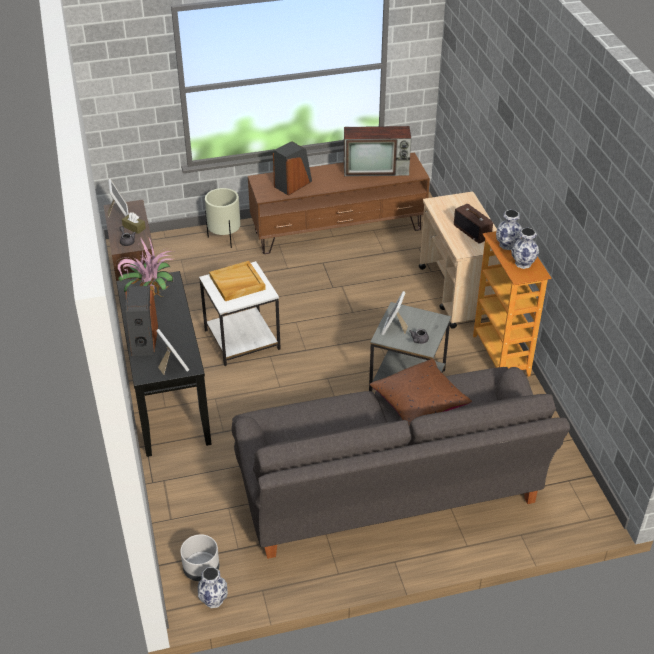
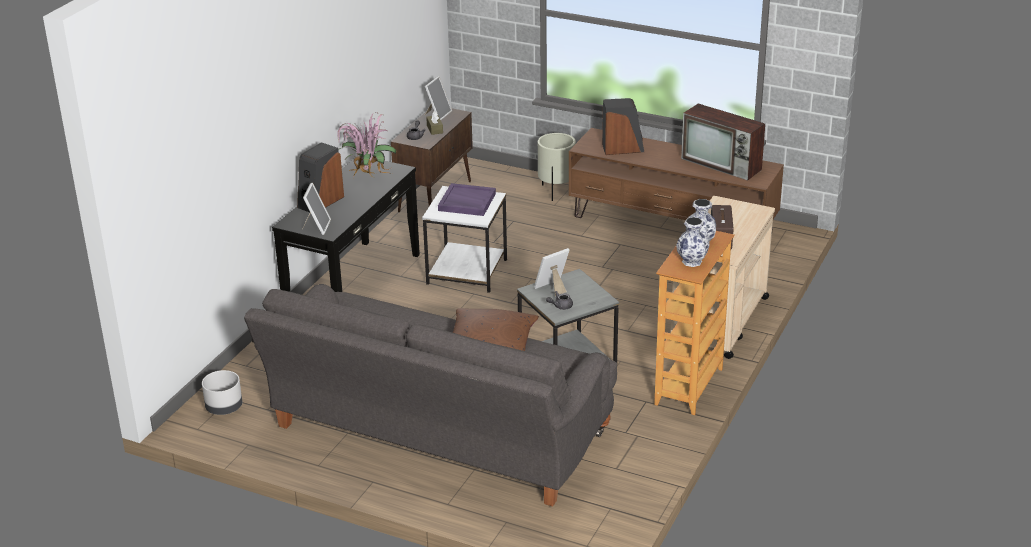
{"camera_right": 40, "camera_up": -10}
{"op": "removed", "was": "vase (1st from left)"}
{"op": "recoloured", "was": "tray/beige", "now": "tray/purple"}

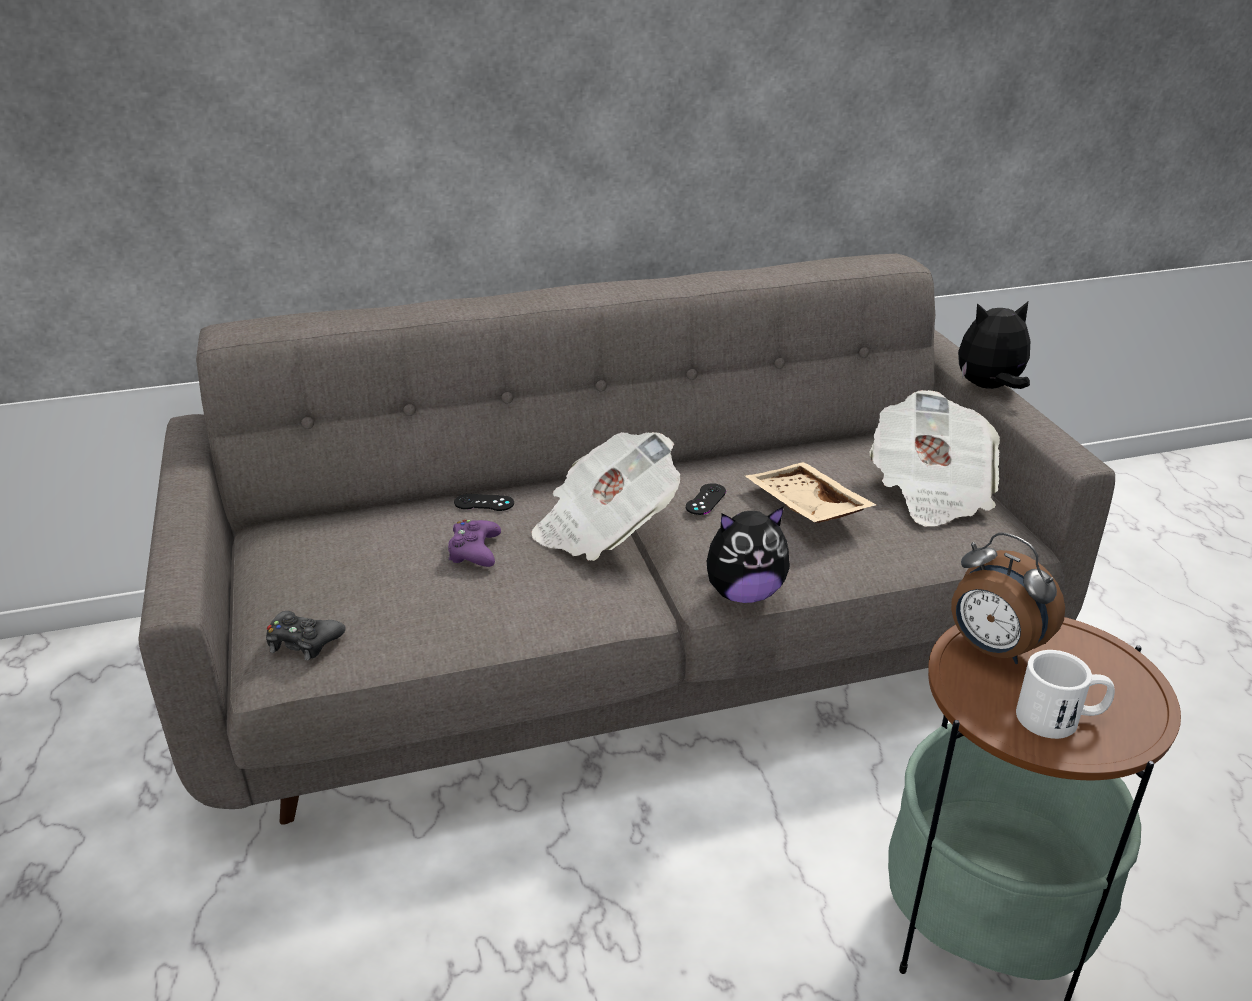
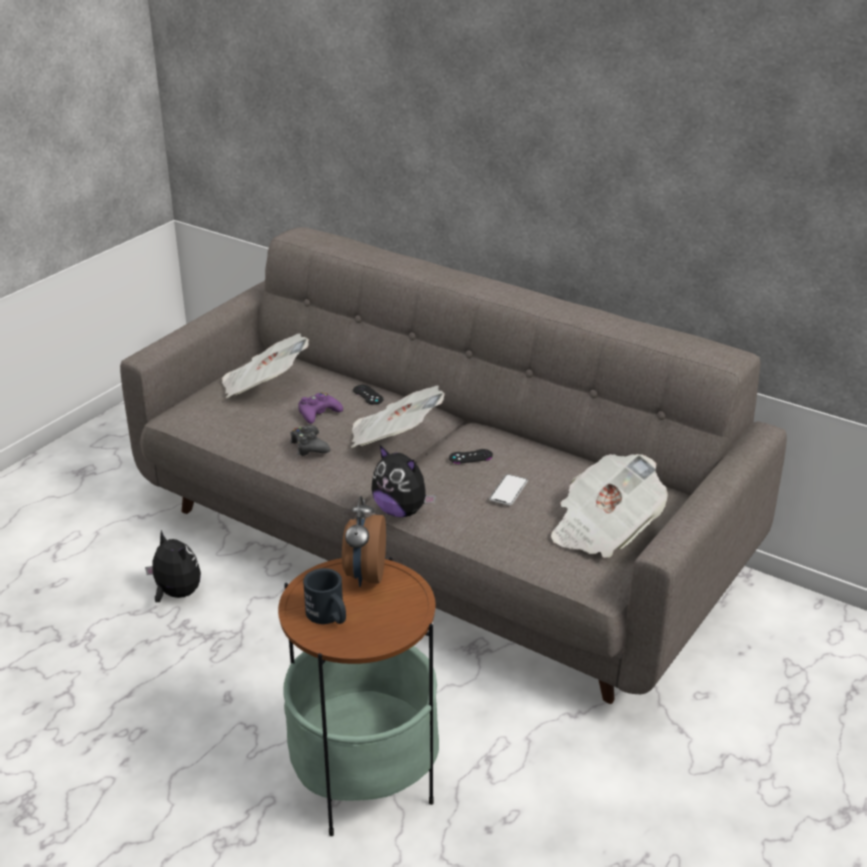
{"camera_right": 50, "camera_up": 0}
{"op": "added", "now": "newspaper (1st from left)"}
{"op": "moved", "was": "game controller/black (1st from left)"}
{"op": "moved", "was": "plush toy (2nd from left in the first image)", "now": "plush toy (1st from left)"}
{"op": "replaced", "was": "tray/beige", "now": "phone"}
{"op": "recoloured", "was": "mug/white", "now": "mug/black"}

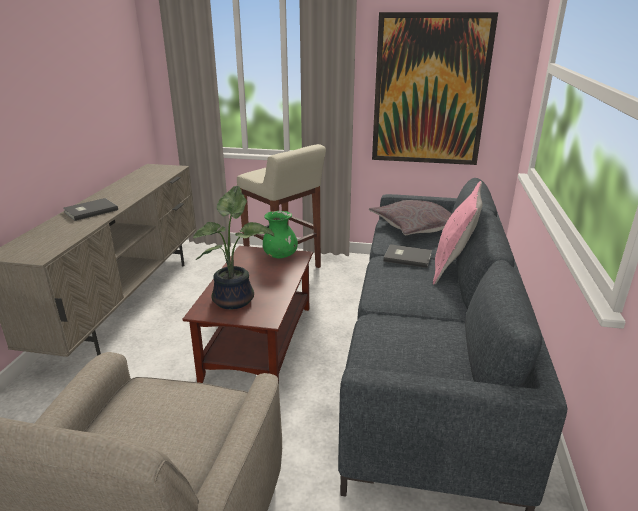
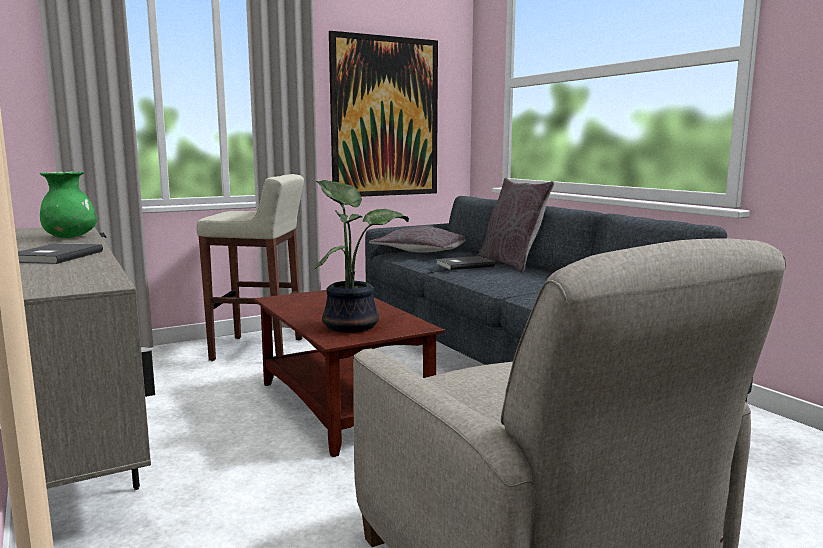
{"camera_right": -40, "camera_up": -15}
{"op": "moved", "was": "vase/green"}
{"op": "recoloured", "was": "pillow/pink", "now": "pillow/grey (2nd from left)"}

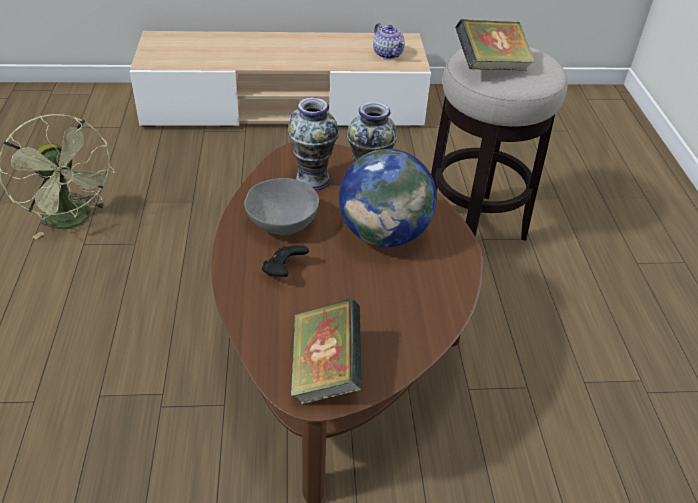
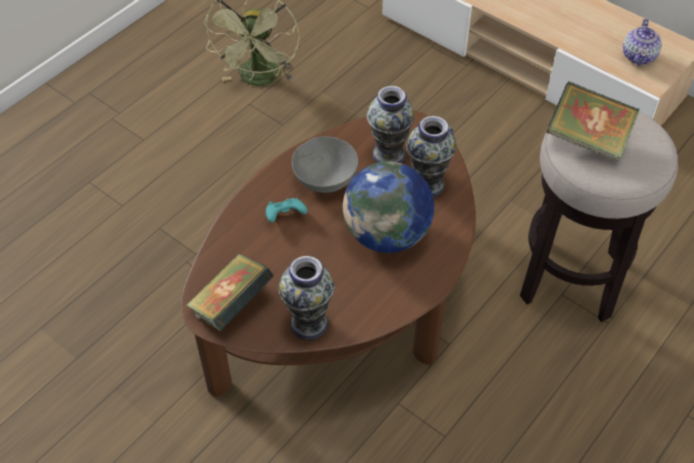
{"camera_right": 45, "camera_up": 10}
{"op": "added", "now": "vase (1st from left)"}
{"op": "recoloured", "was": "game controller/black", "now": "game controller/turquoise"}

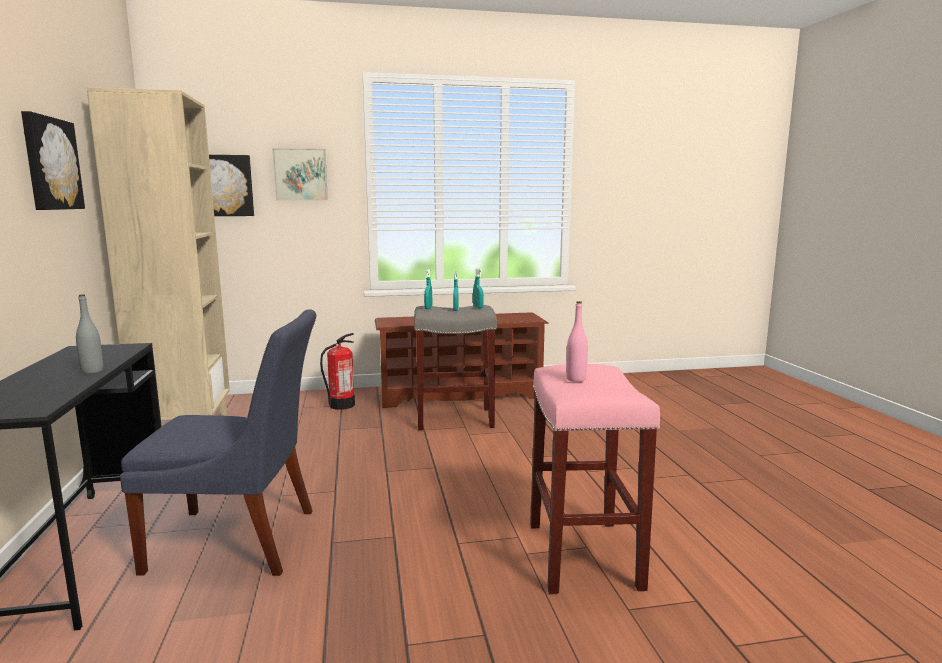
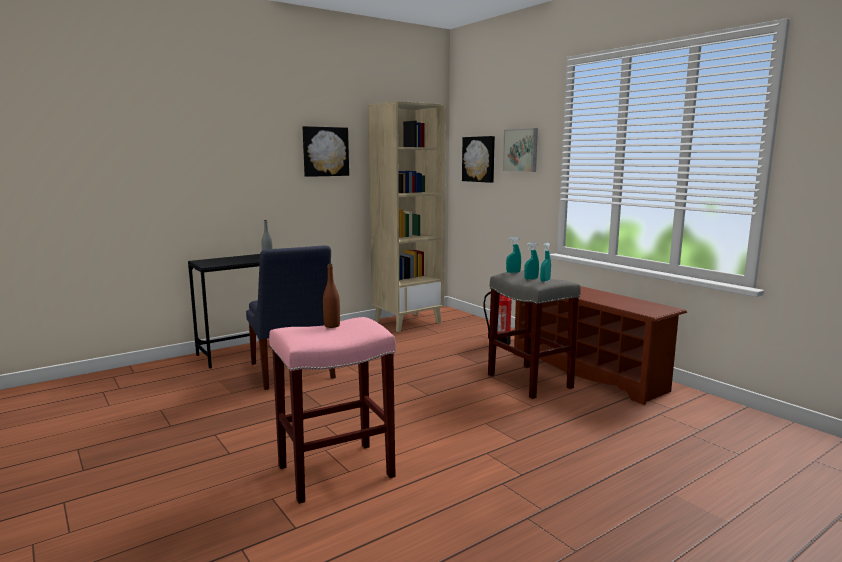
{"camera_right": 65, "camera_up": 0}
{"op": "recoloured", "was": "bottle/pink", "now": "bottle/brown"}

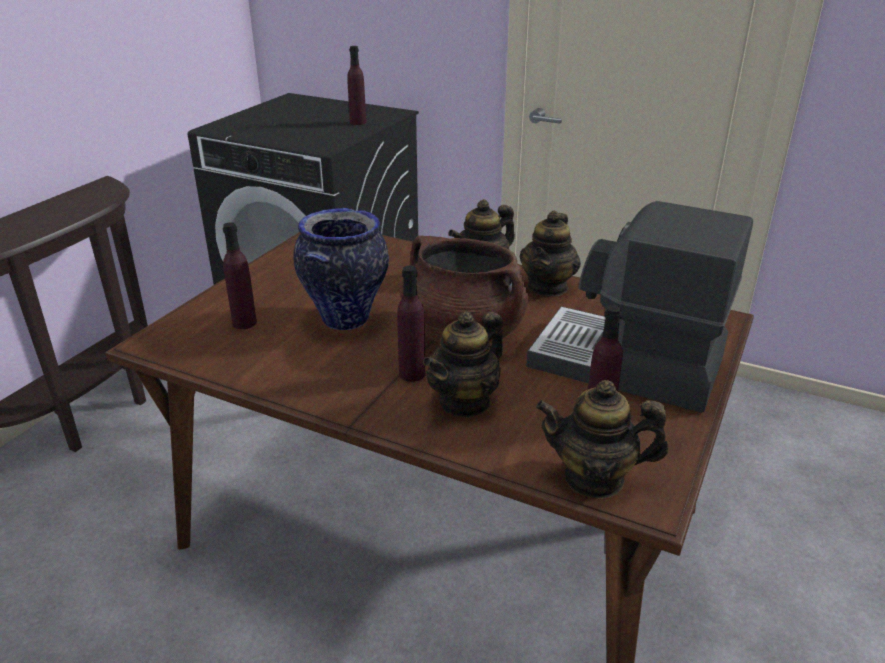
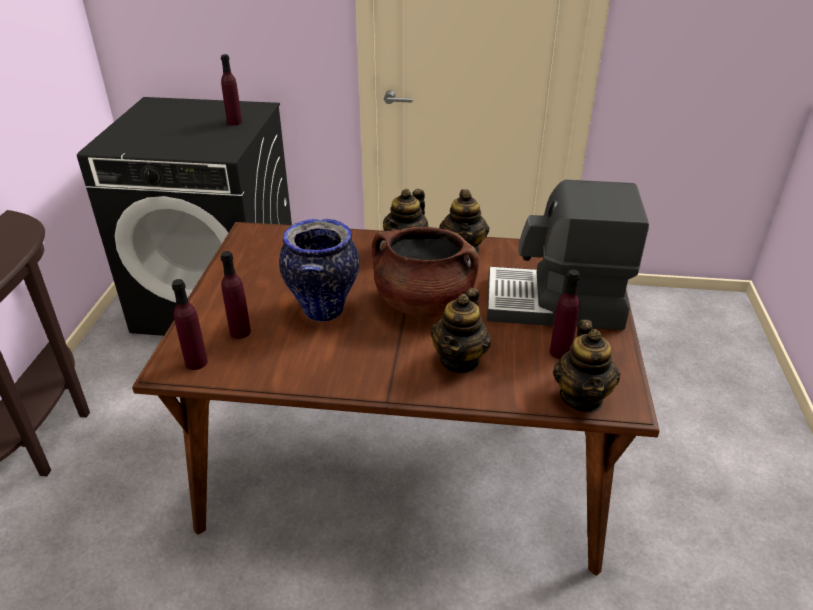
{"camera_right": -20, "camera_up": 5}
{"op": "moved", "was": "bottle/purple (3rd from left in the first image)", "now": "bottle/purple (1st from left)"}
{"op": "turned", "was": "teapot (4th from left)", "clockwise": -75}

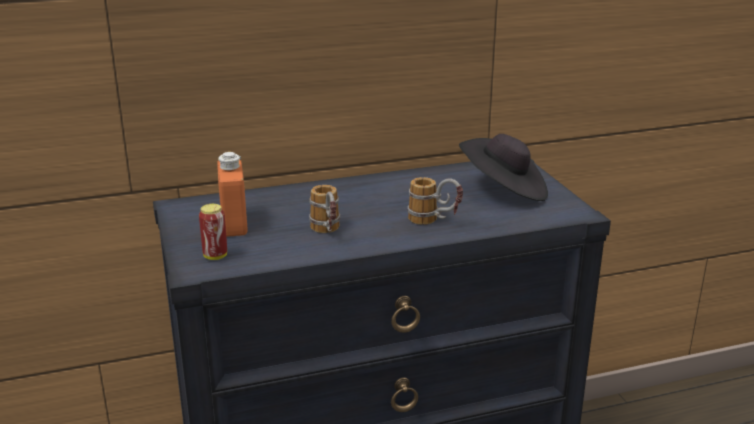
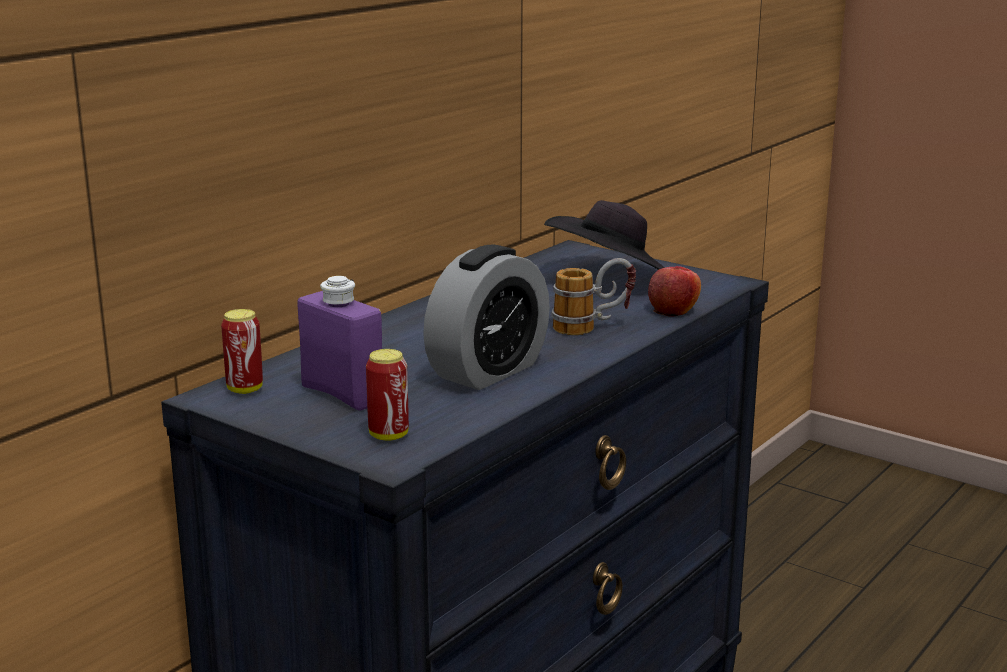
{"camera_right": -35, "camera_up": -5}
{"op": "added", "now": "can (1st from left)"}
{"op": "added", "now": "apple"}
{"op": "replaced", "was": "mug (1st from left)", "now": "alarm clock"}
{"op": "recoloured", "was": "bottle/orange", "now": "bottle/purple"}

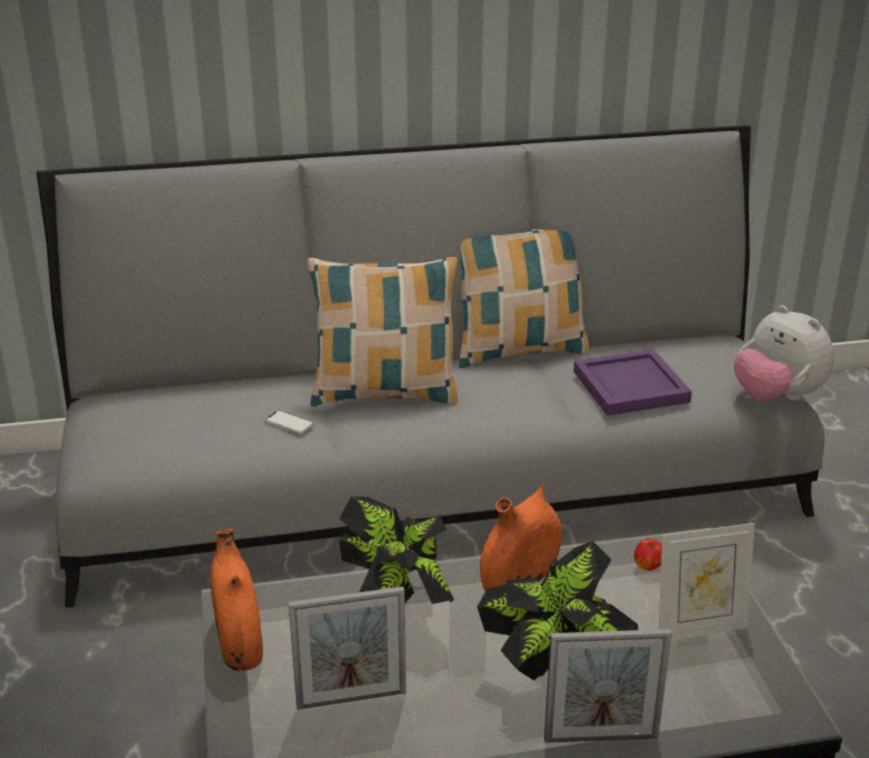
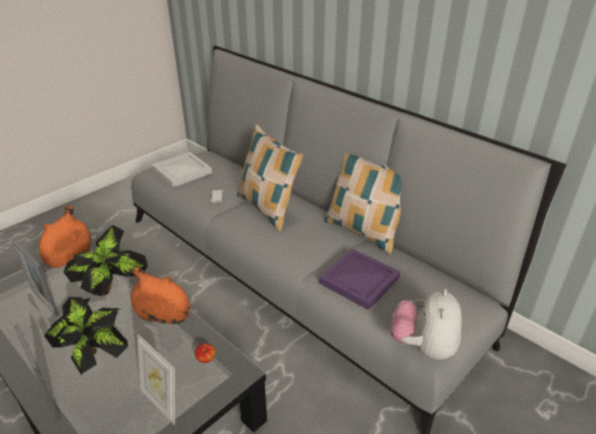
{"camera_right": 55, "camera_up": 5}
{"op": "added", "now": "tray/white"}

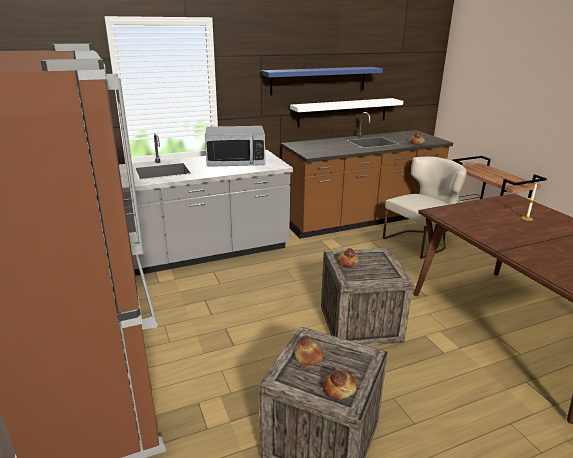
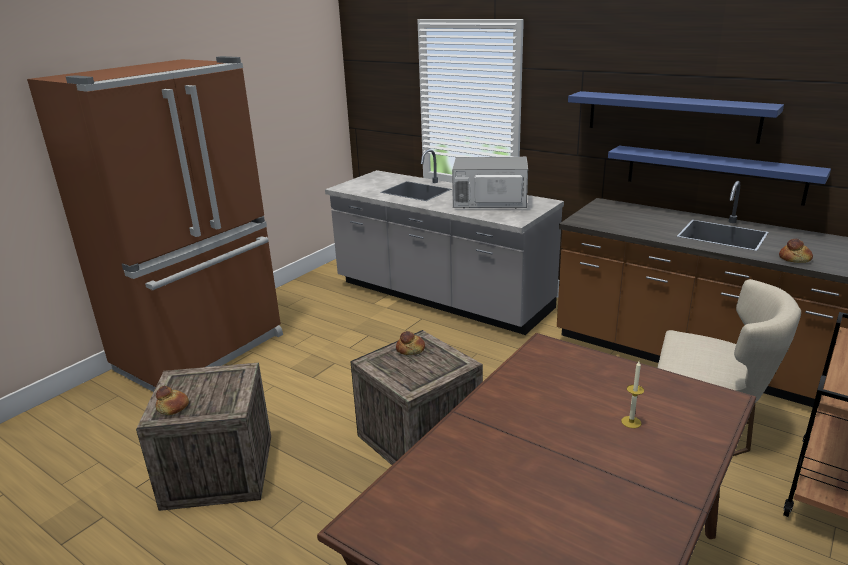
{"camera_right": 60, "camera_up": 0}
{"op": "removed", "was": "bread (1st from left)"}
{"op": "recoloured", "was": "shelf/white", "now": "shelf/blue (2nd from left)"}
{"op": "turned", "was": "microwave", "clockwise": 135}

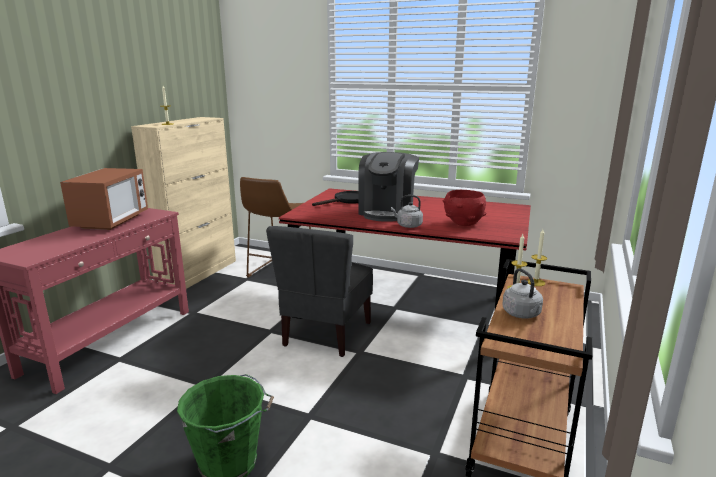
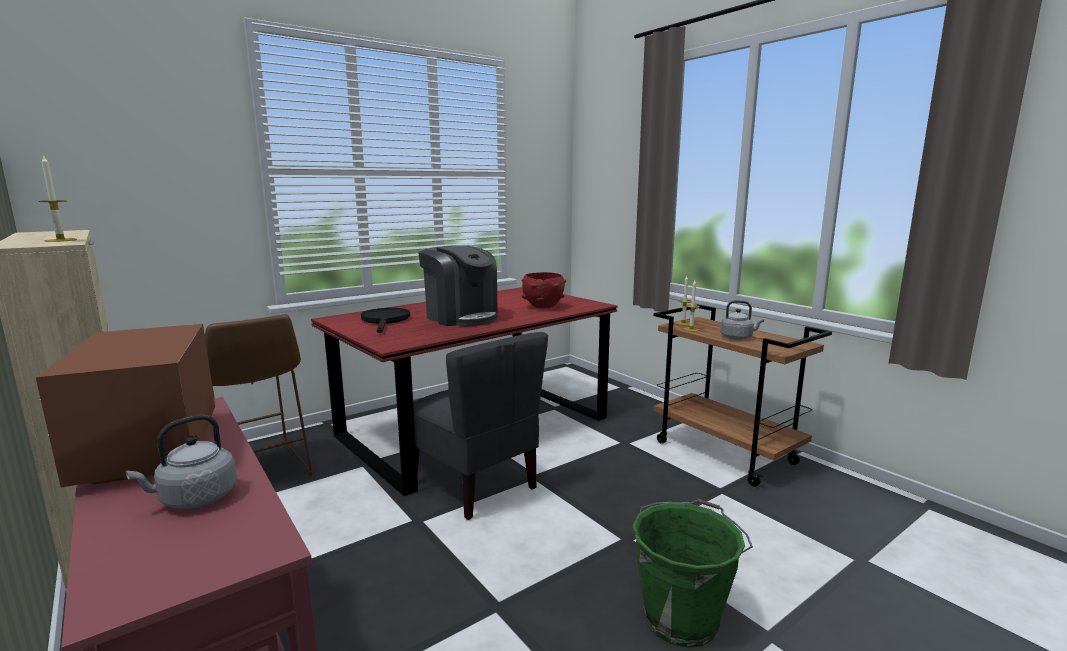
{"camera_right": -60, "camera_up": -5}
{"op": "moved", "was": "kettle/grey (1st from left)"}
{"op": "turned", "was": "microwave", "clockwise": -150}

